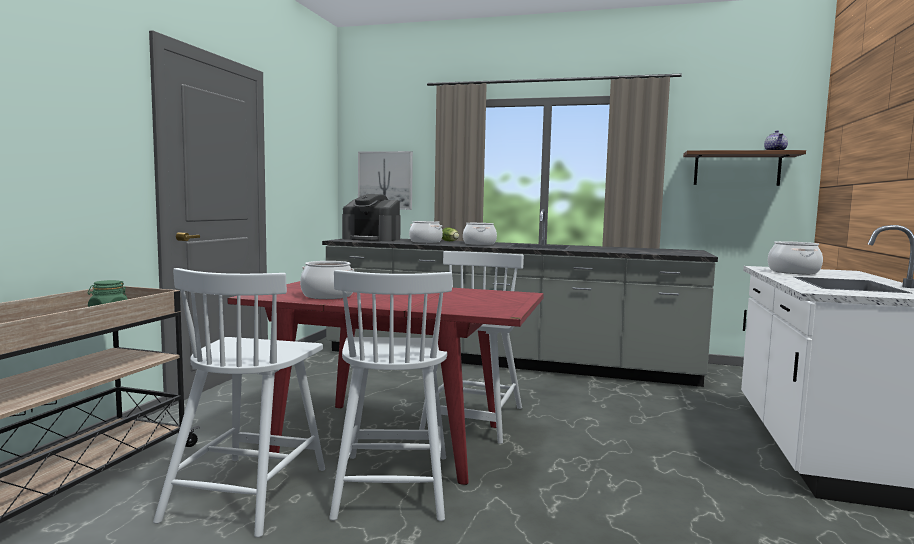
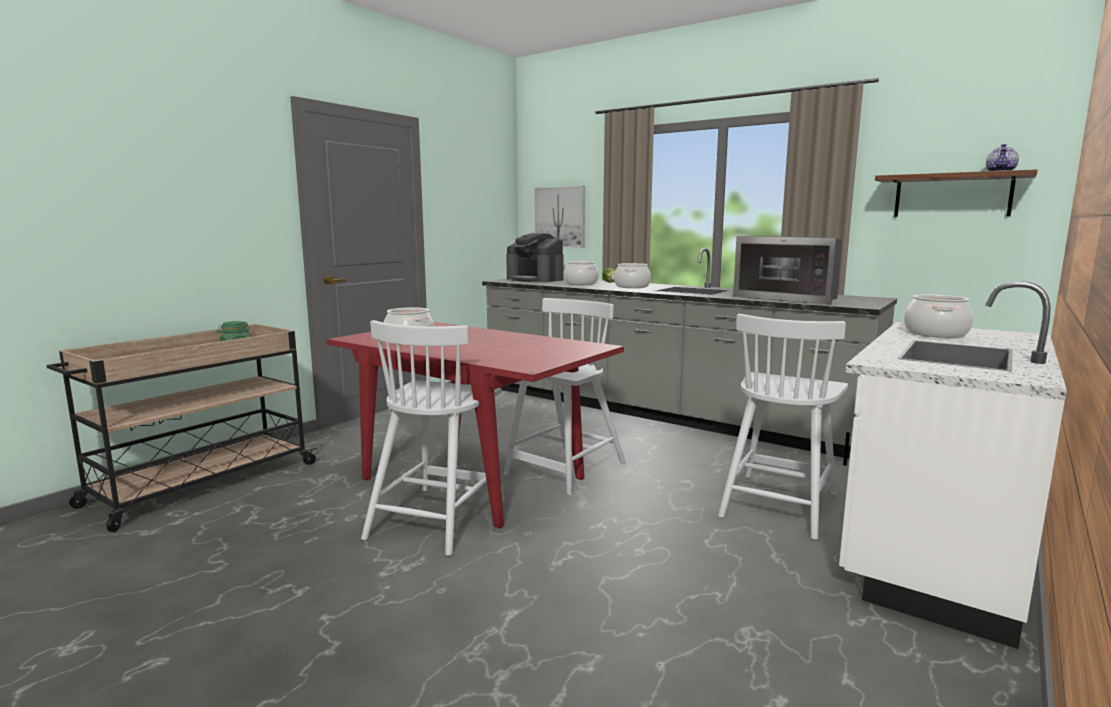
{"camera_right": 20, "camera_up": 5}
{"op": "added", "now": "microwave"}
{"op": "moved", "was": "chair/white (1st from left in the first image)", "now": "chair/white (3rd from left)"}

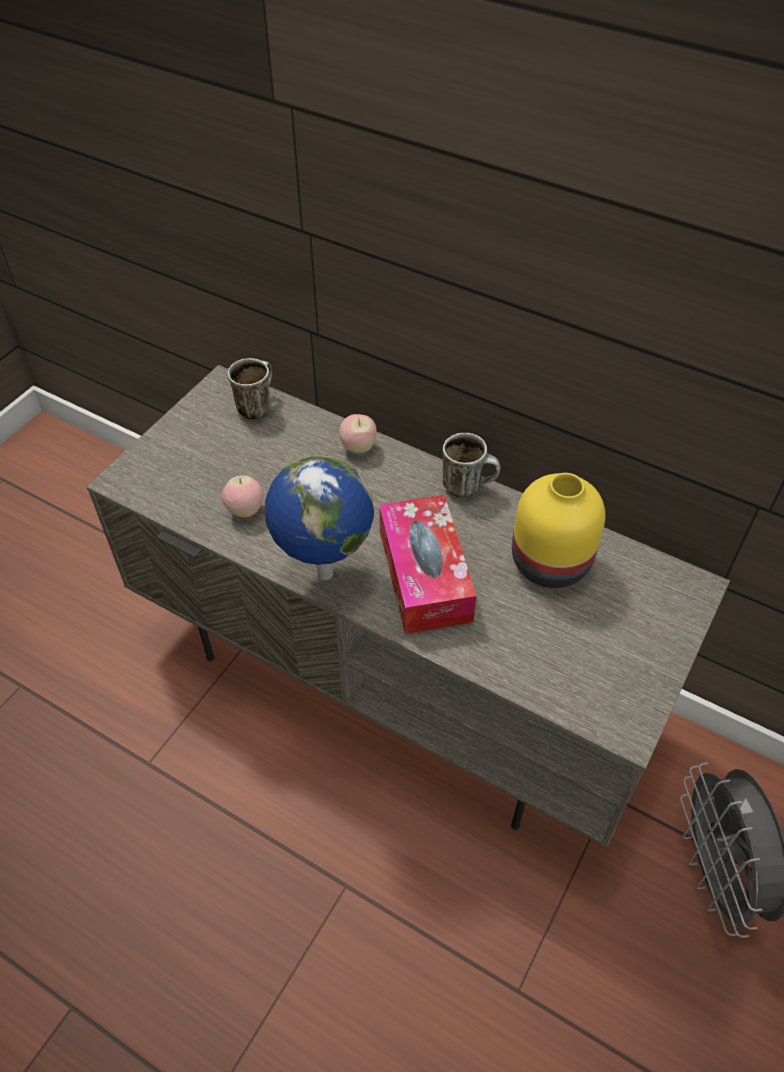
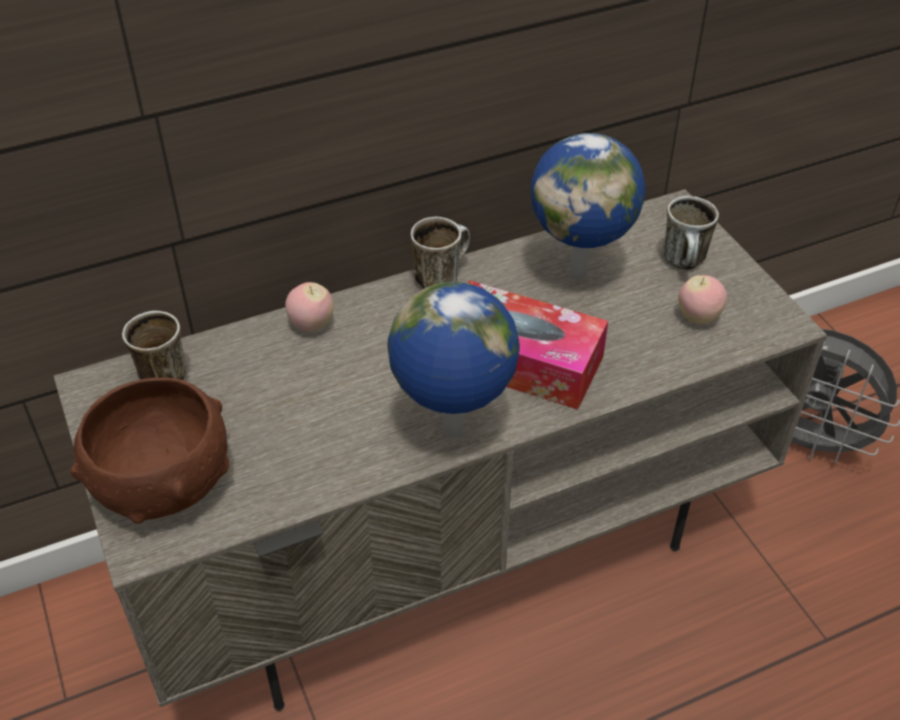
{"camera_right": -55, "camera_up": -5}
{"op": "added", "now": "bowl/brown"}
{"op": "added", "now": "mug (3rd from left)"}
{"op": "moved", "was": "apple (1st from left in the first image)", "now": "apple (2nd from left)"}
{"op": "replaced", "was": "vase/yellow", "now": "globe (2nd from left)"}

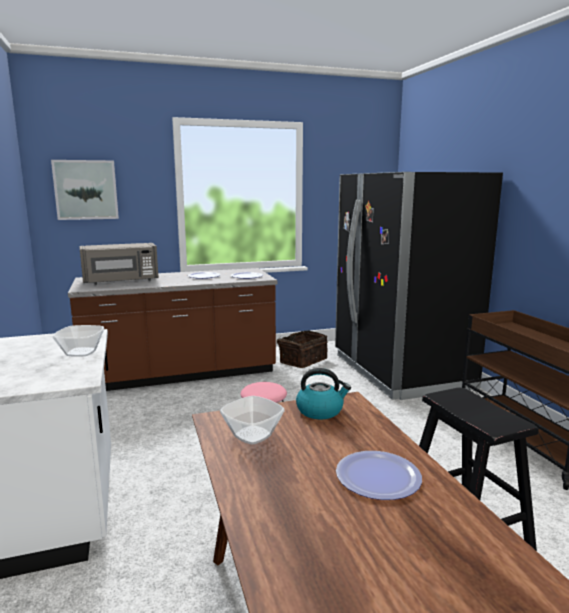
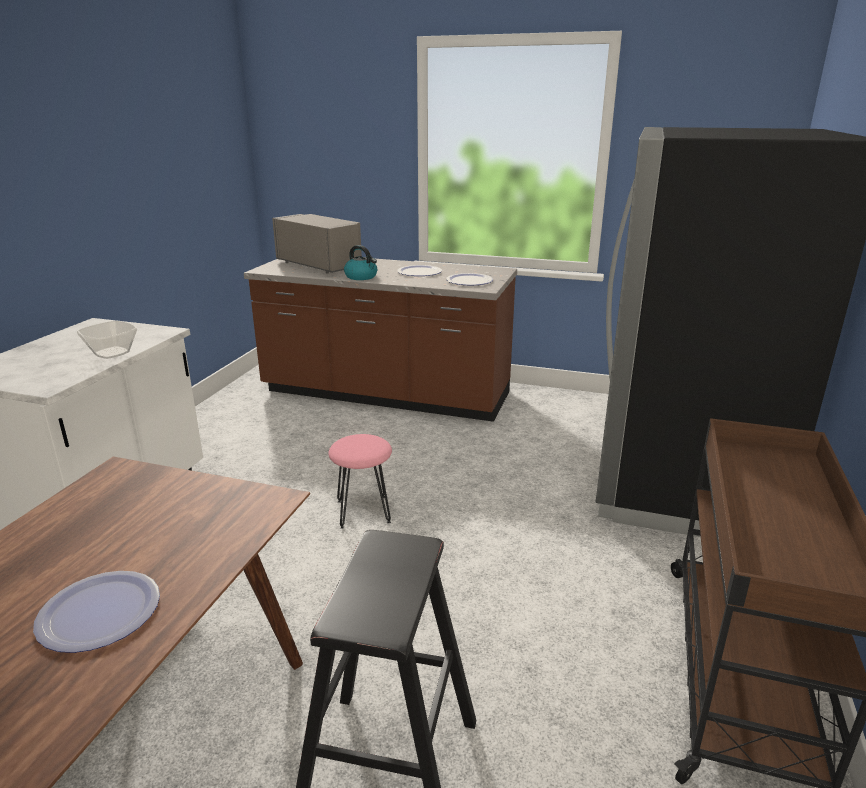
{"camera_right": 35, "camera_up": 10}
{"op": "removed", "was": "picture"}
{"op": "removed", "was": "bowl (2nd from left)"}
{"op": "removed", "was": "basket"}
{"op": "moved", "was": "kettle"}
{"op": "turned", "was": "microwave/grey", "clockwise": -150}

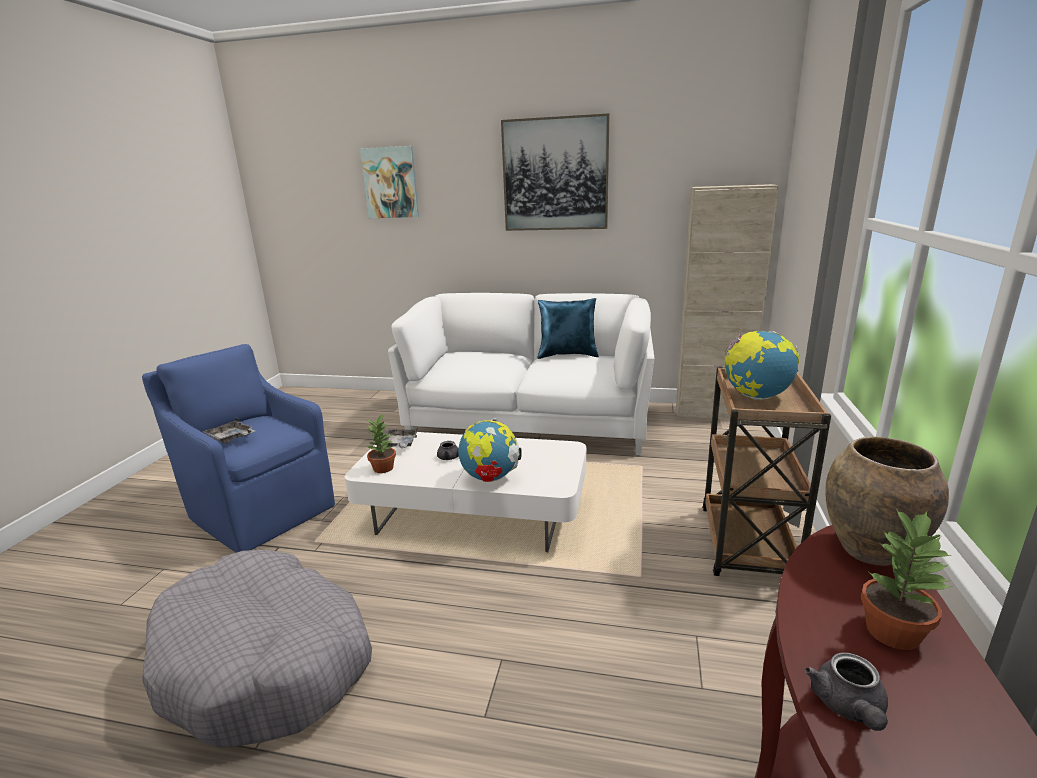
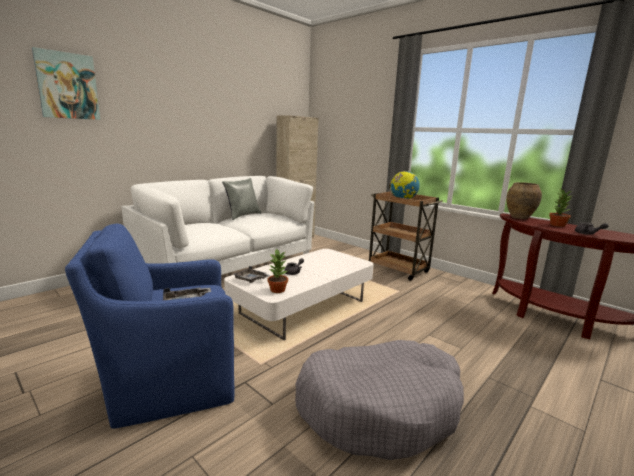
{"camera_right": -60, "camera_up": -5}
{"op": "removed", "was": "globe (1st from left)"}
{"op": "removed", "was": "picture (2nd from left)"}
{"op": "recoloured", "was": "pillow/blue", "now": "pillow/grey"}

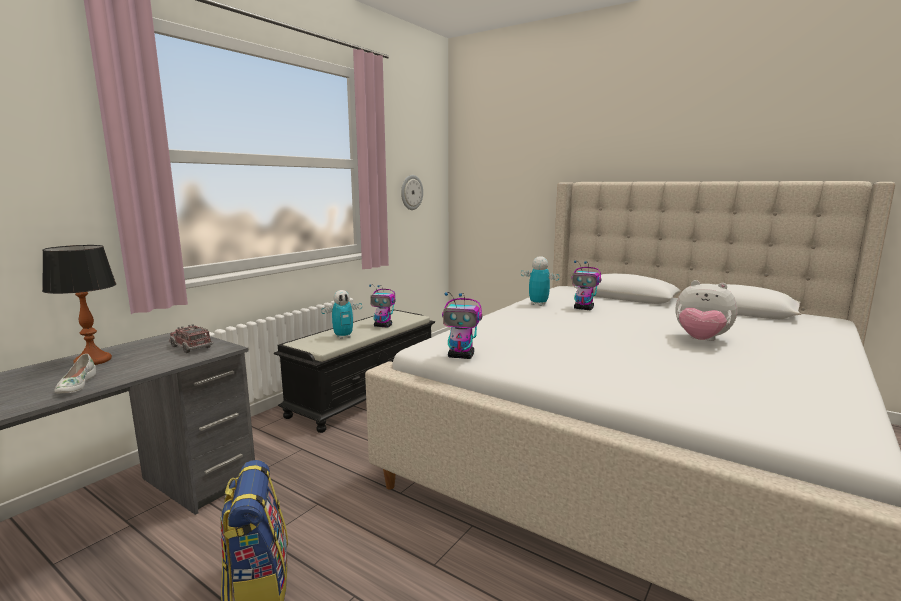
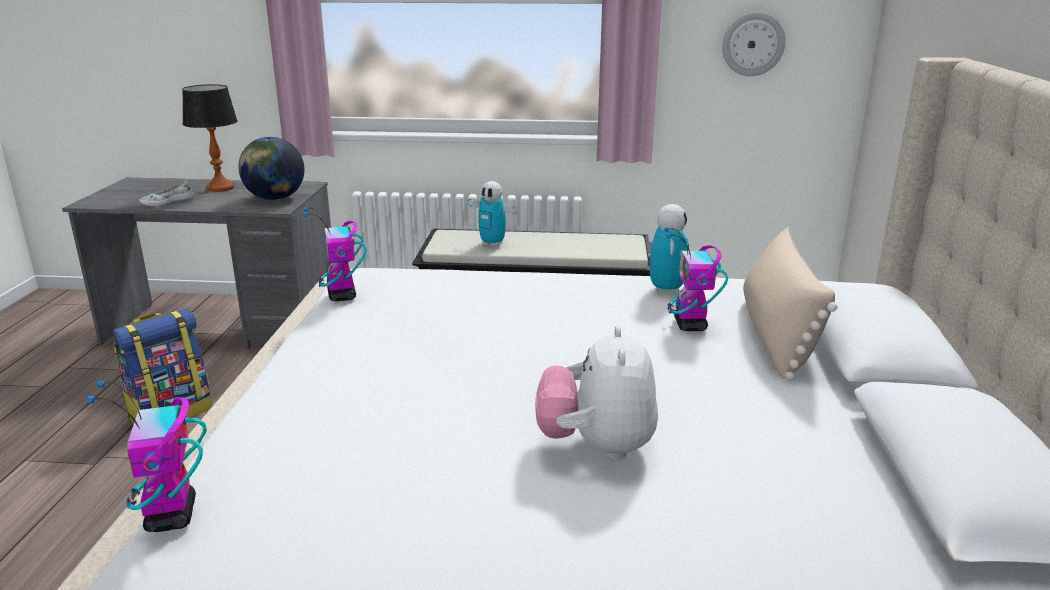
{"camera_right": 60, "camera_up": 10}
{"op": "added", "now": "pillow/beige"}
{"op": "moved", "was": "toy robot (2nd from left in the first image)", "now": "toy robot (1st from left)"}
{"op": "replaced", "was": "toy truck", "now": "globe"}

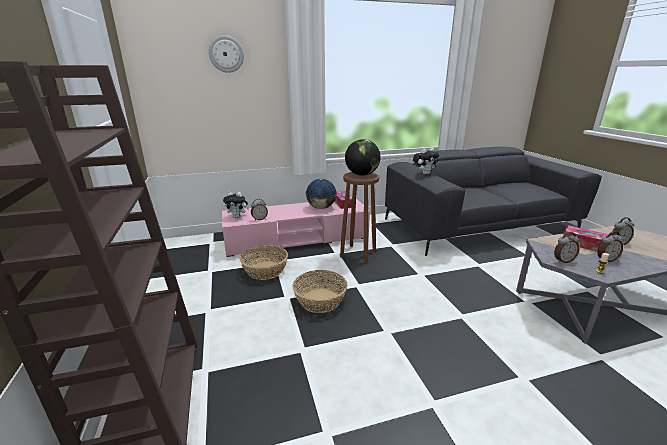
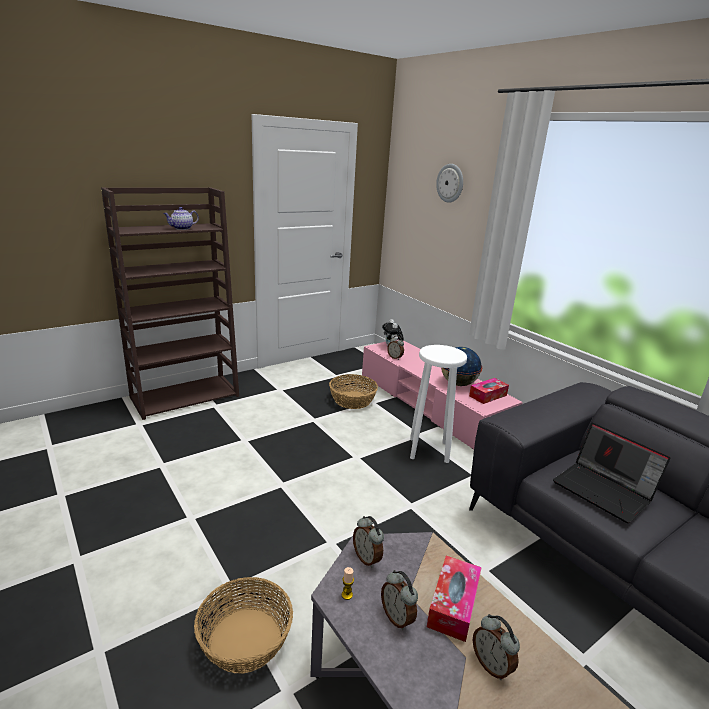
{"camera_right": 70, "camera_up": 0}
{"op": "removed", "was": "globe (2nd from left)"}
{"op": "removed", "was": "plush toy (2nd from left)"}
{"op": "added", "now": "teapot"}
{"op": "added", "now": "laptop"}
{"op": "moved", "was": "basket (2nd from left in the first image)", "now": "basket (1st from left)"}
{"op": "recoloured", "was": "stool/brown", "now": "stool/white"}

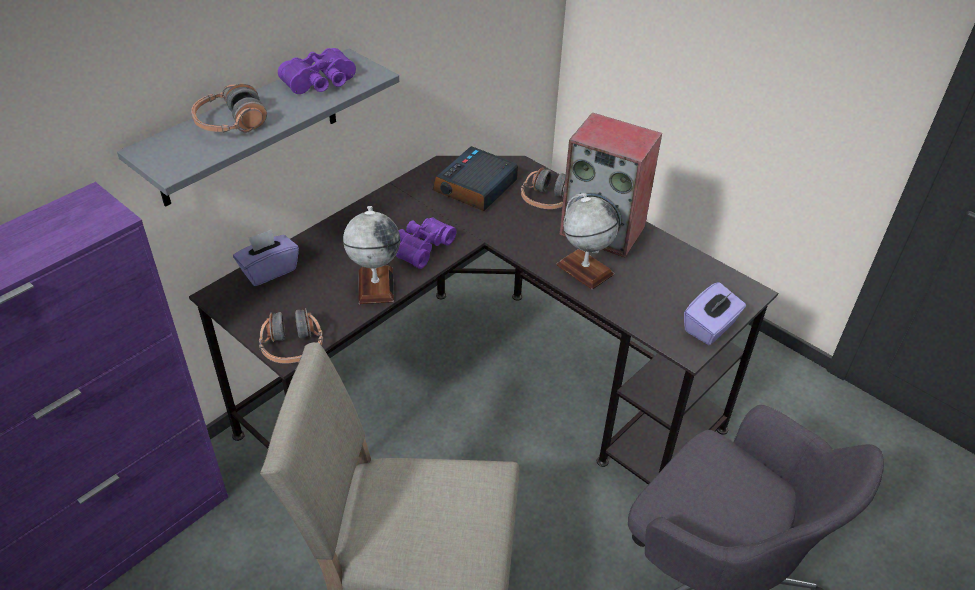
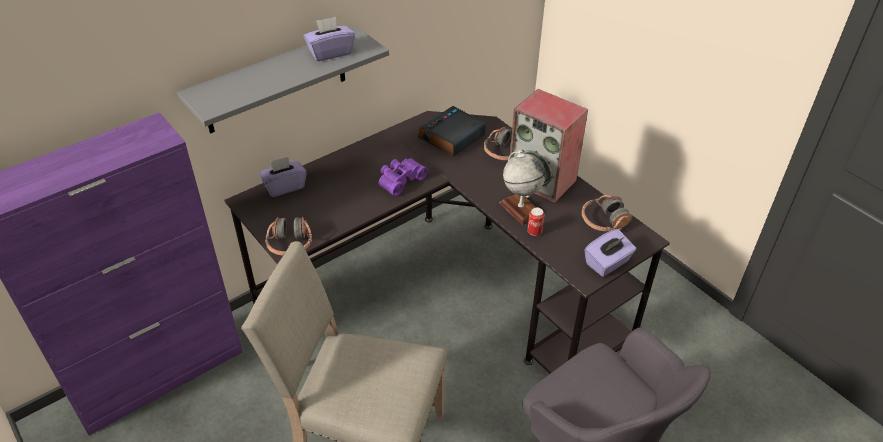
{"camera_right": 10, "camera_up": 0}
{"op": "removed", "was": "globe (1st from left)"}
{"op": "added", "now": "can"}
{"op": "moved", "was": "headphones (1st from left in the first image)", "now": "headphones (3rd from left)"}
{"op": "replaced", "was": "binoculars/purple (1st from left)", "now": "tissue box/purple (2nd from left)"}

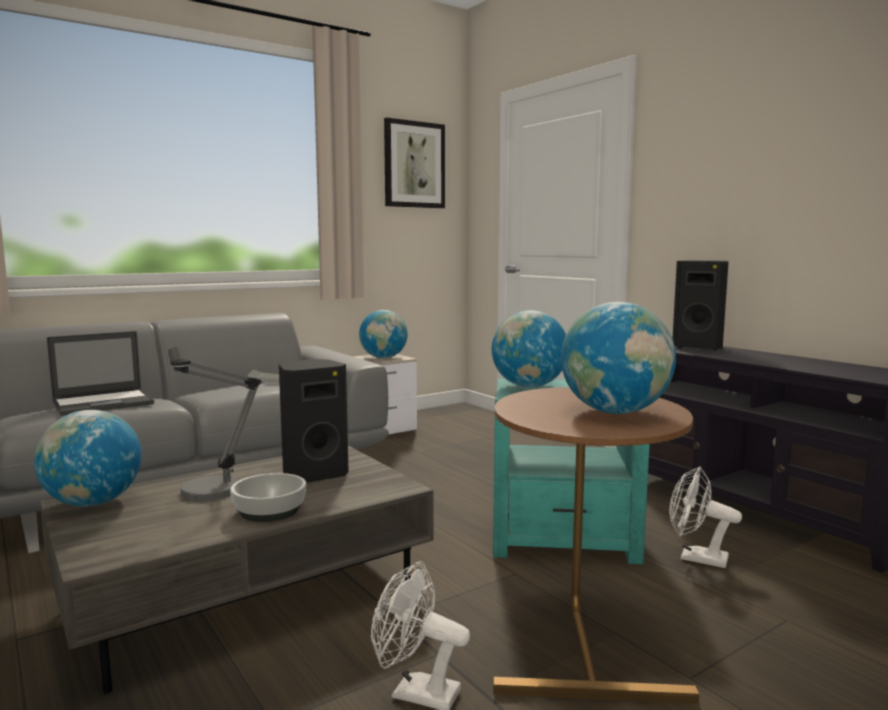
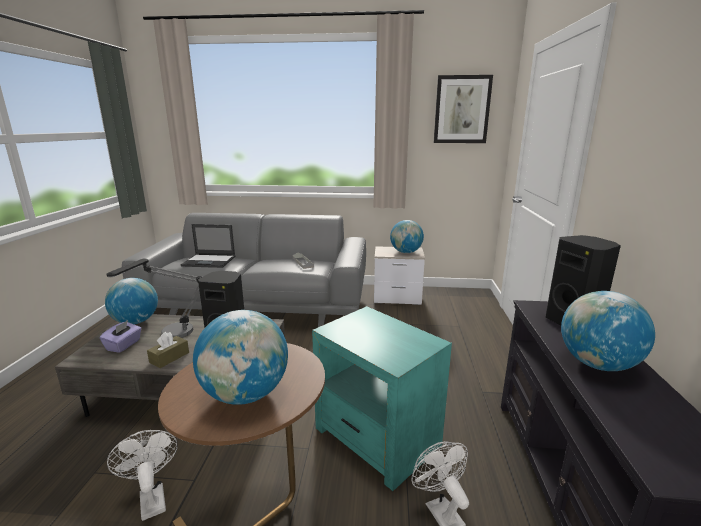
{"camera_right": 40, "camera_up": 10}
{"op": "added", "now": "tissue box/purple"}
{"op": "moved", "was": "globe (3rd from left in the first image)", "now": "globe (4th from left)"}
{"op": "replaced", "was": "bowl", "now": "tissue box/brown"}

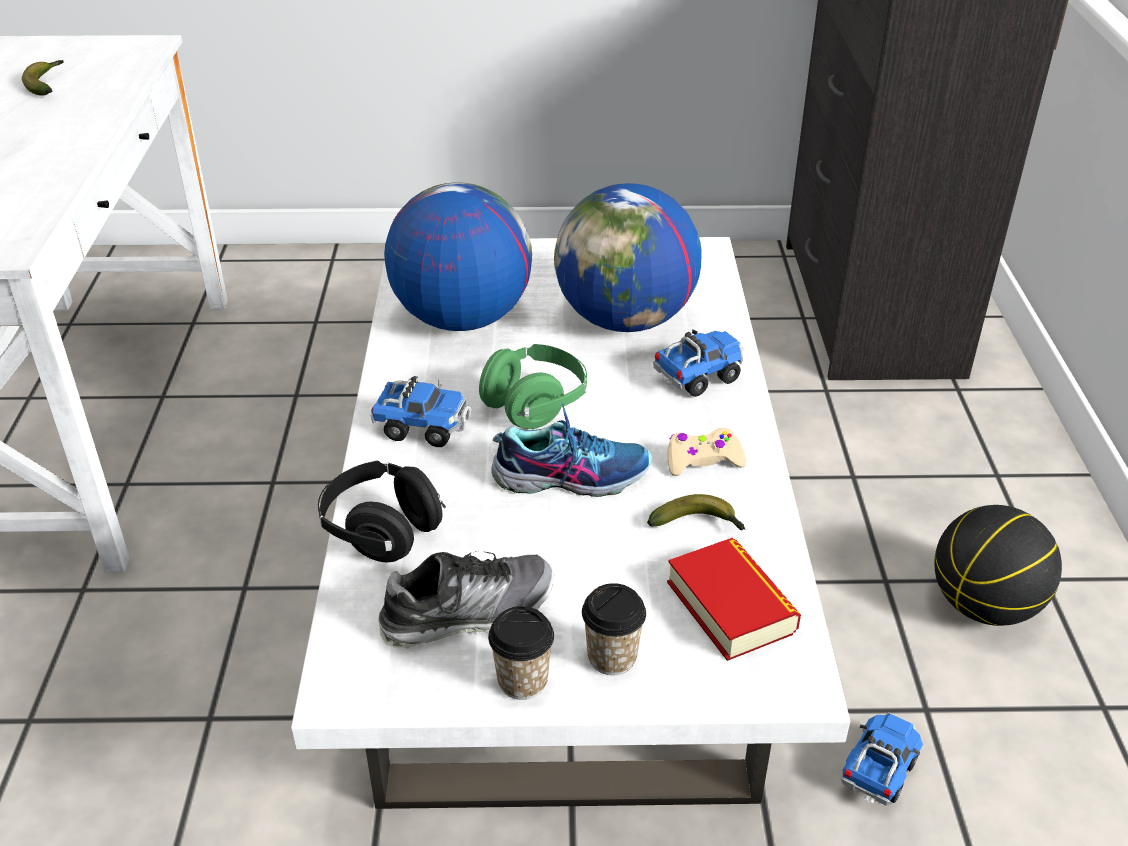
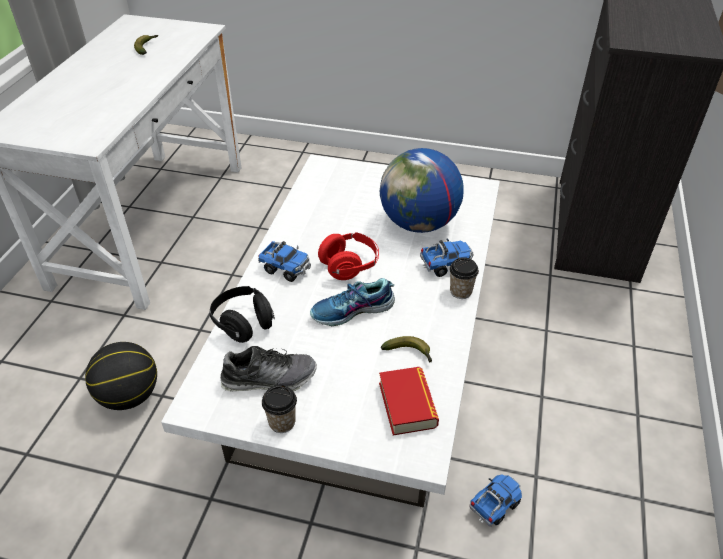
{"camera_right": 15, "camera_up": 5}
{"op": "removed", "was": "globe (1st from left)"}
{"op": "removed", "was": "game controller/beige"}
{"op": "moved", "was": "cup (2nd from left)"}
{"op": "moved", "was": "basketball"}
{"op": "recoloured", "was": "headphones/green", "now": "headphones/red"}
{"op": "turned", "was": "shoe (2nd from left)", "clockwise": 150}

